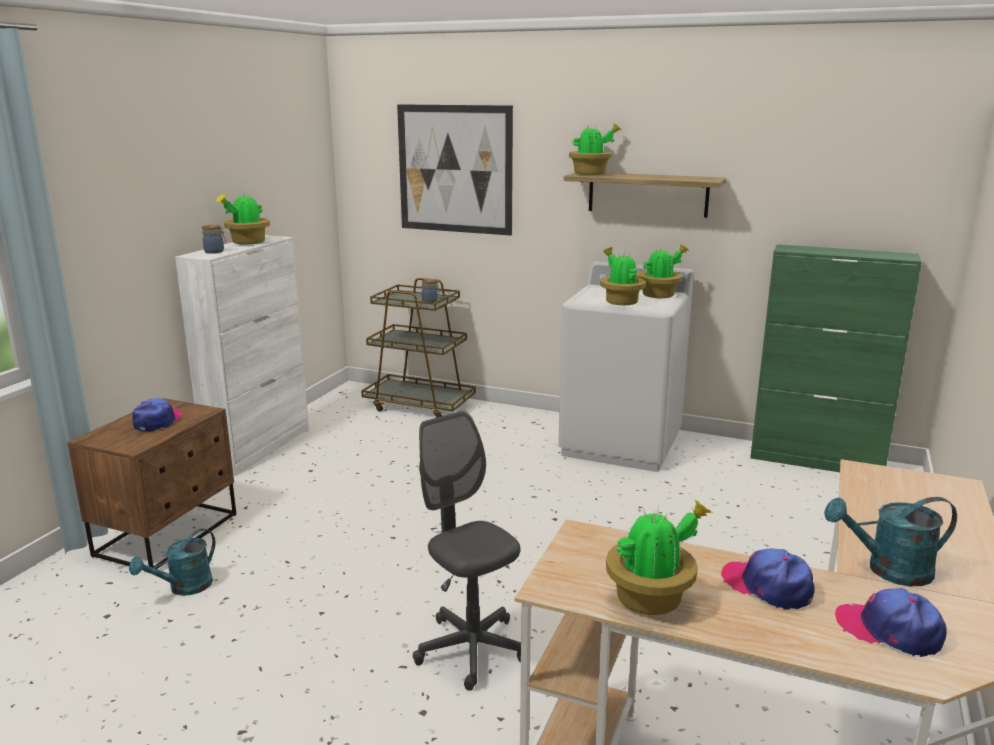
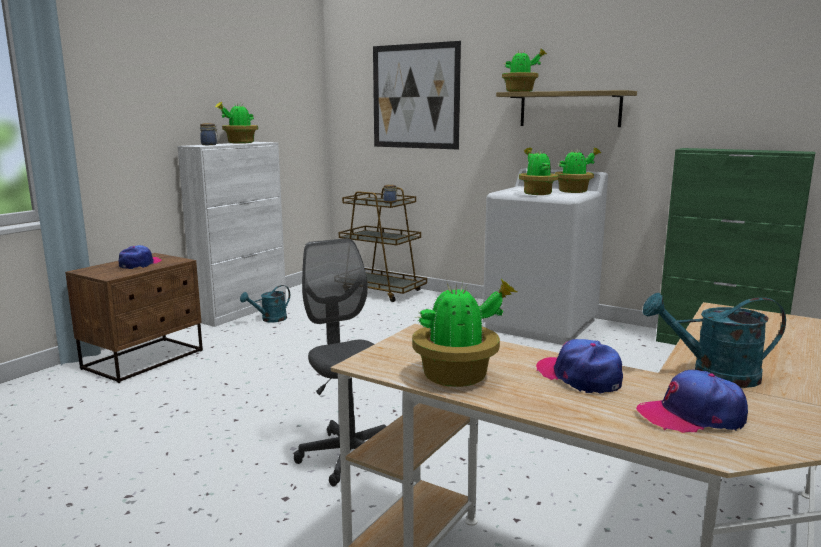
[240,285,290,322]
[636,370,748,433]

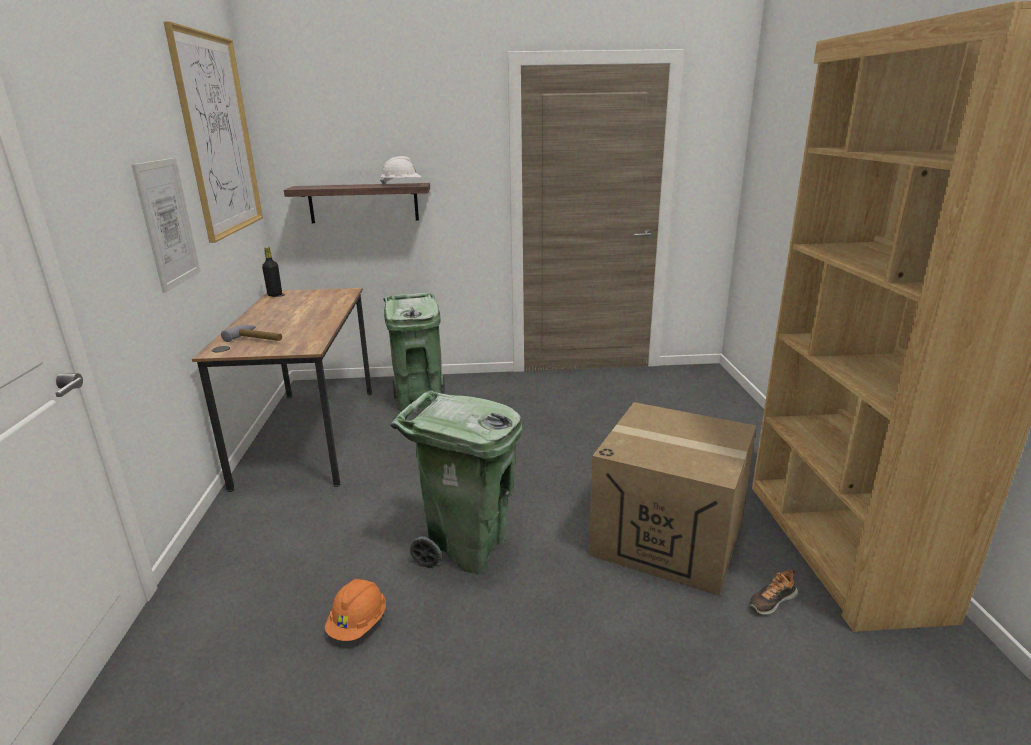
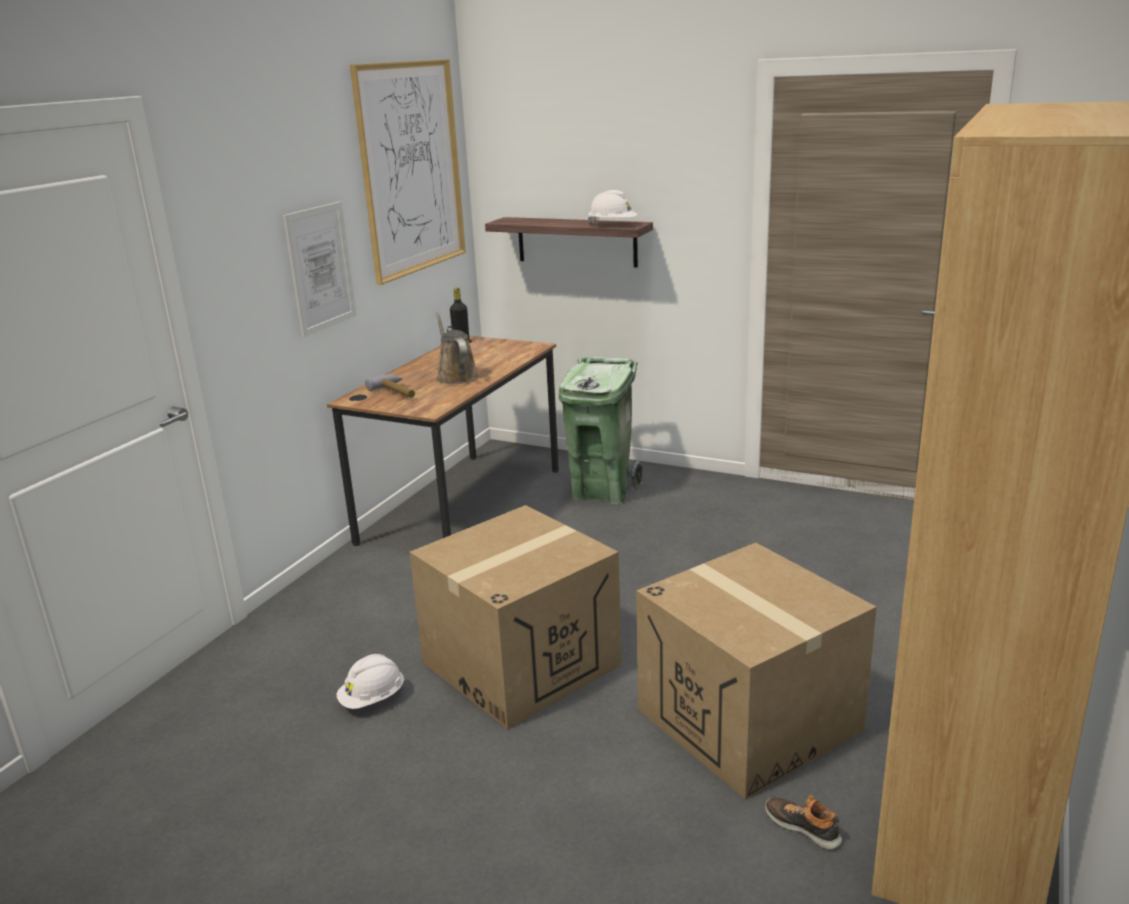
[436,312,478,384]
[409,505,622,729]
[337,654,404,709]
[765,795,842,850]

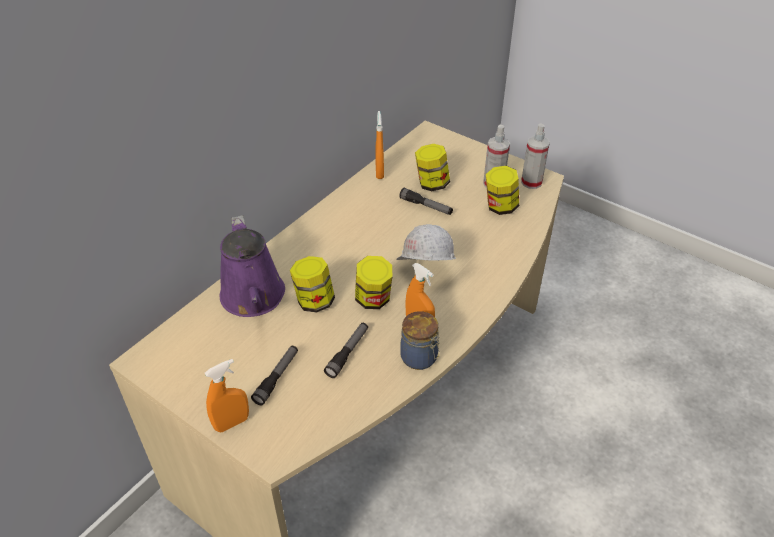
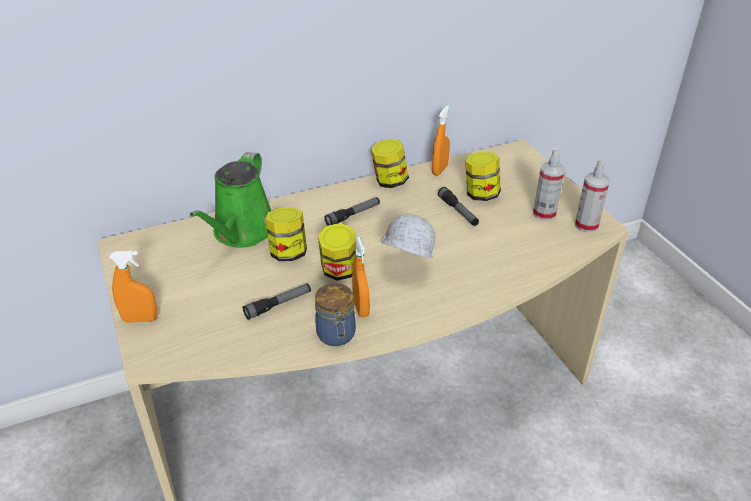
[324,197,380,226]
[371,139,409,188]
[190,152,271,248]

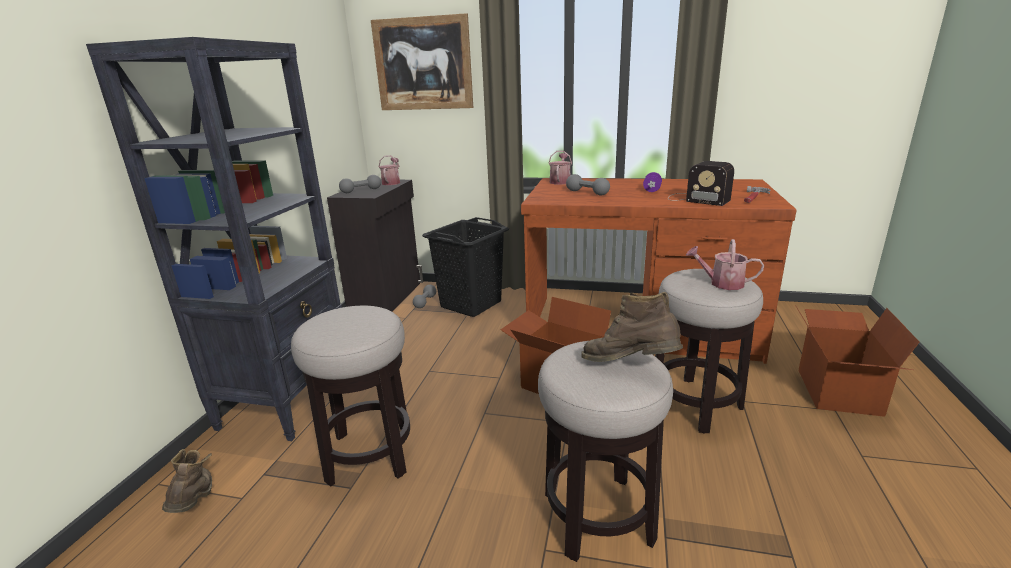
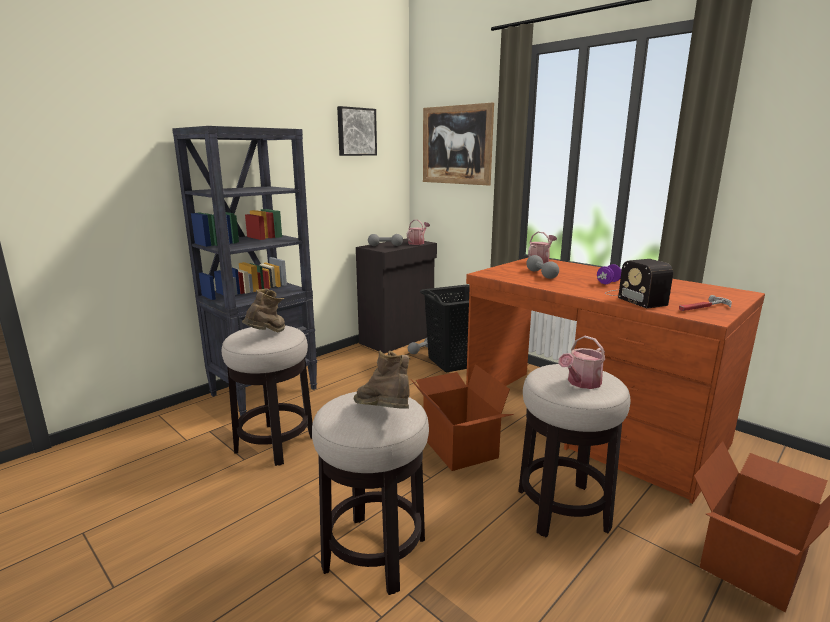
[337,106,377,156]
[242,288,285,332]
[558,336,605,389]

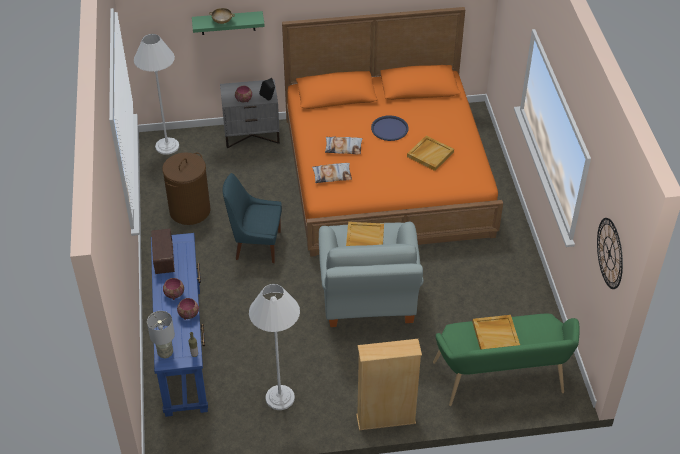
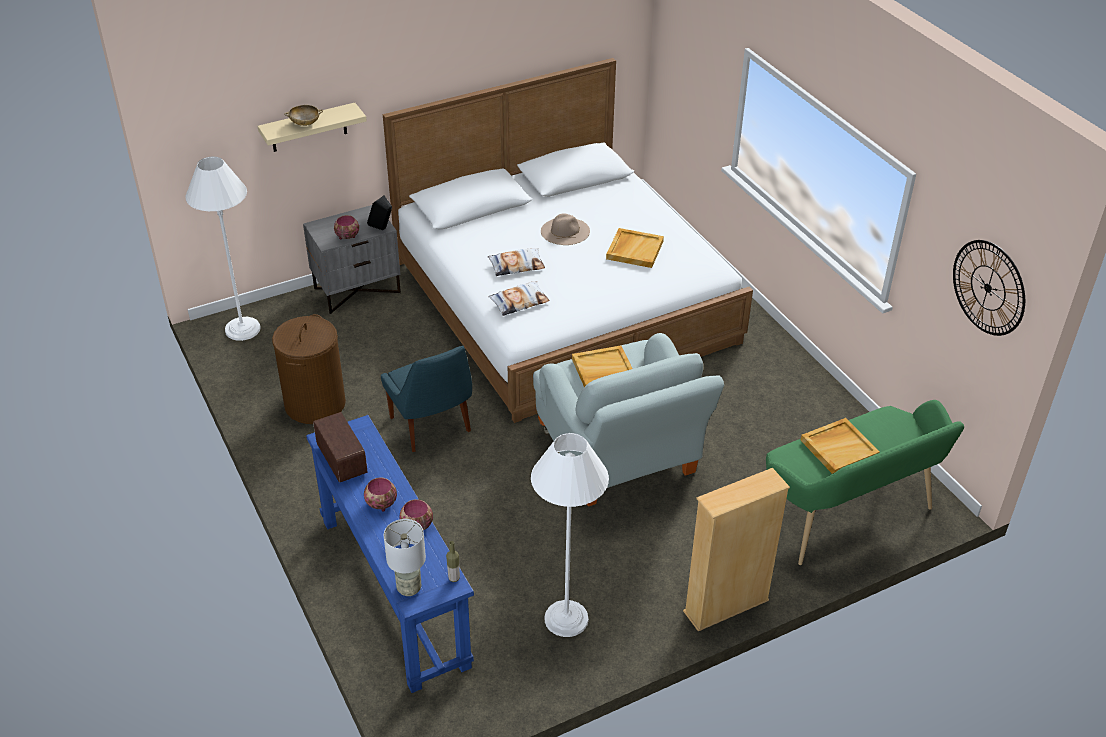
[541,213,590,245]
[258,103,367,152]
[383,58,753,423]
[381,346,472,452]

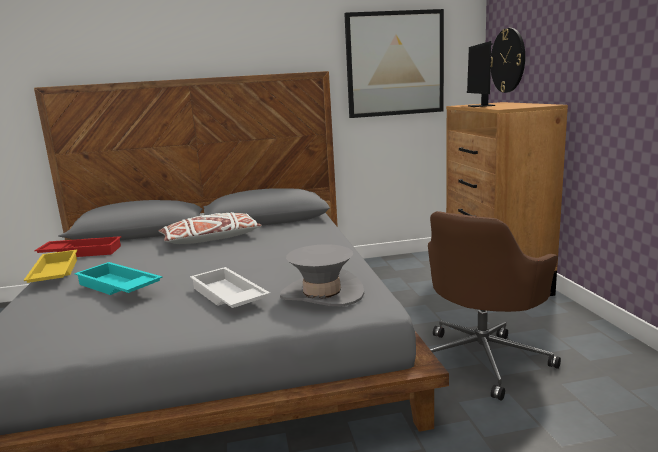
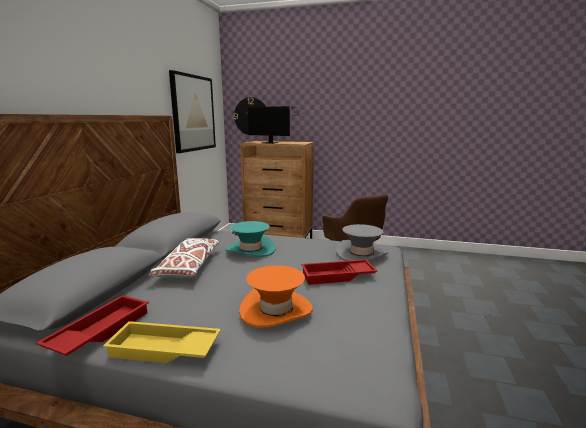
[226,221,275,257]
[239,265,313,328]
[301,259,378,285]

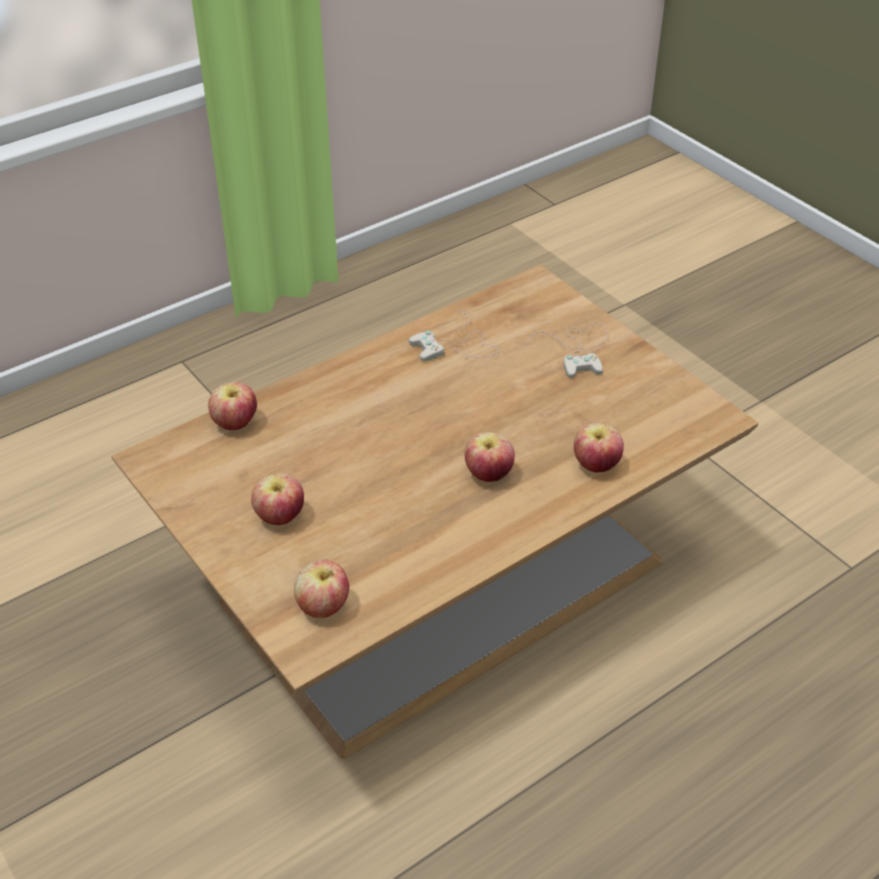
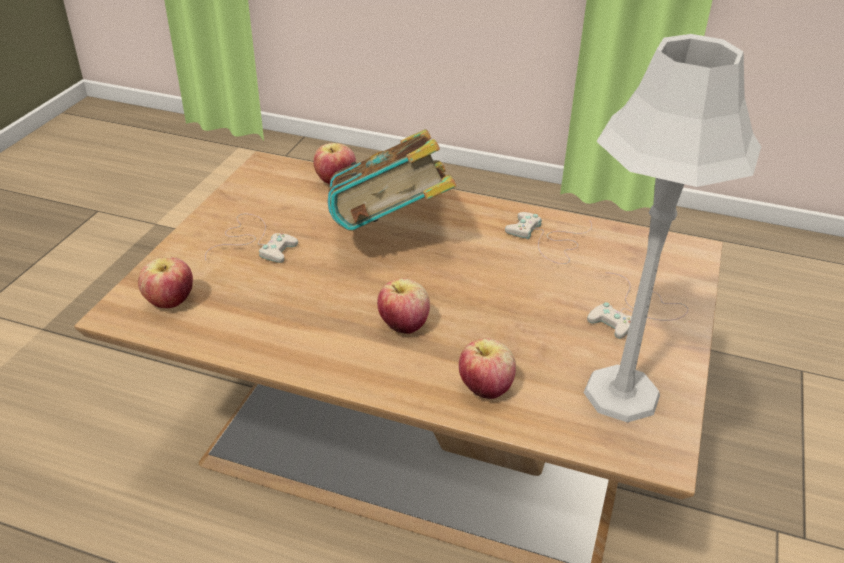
[327,129,456,231]
[583,34,761,423]
[205,214,298,263]

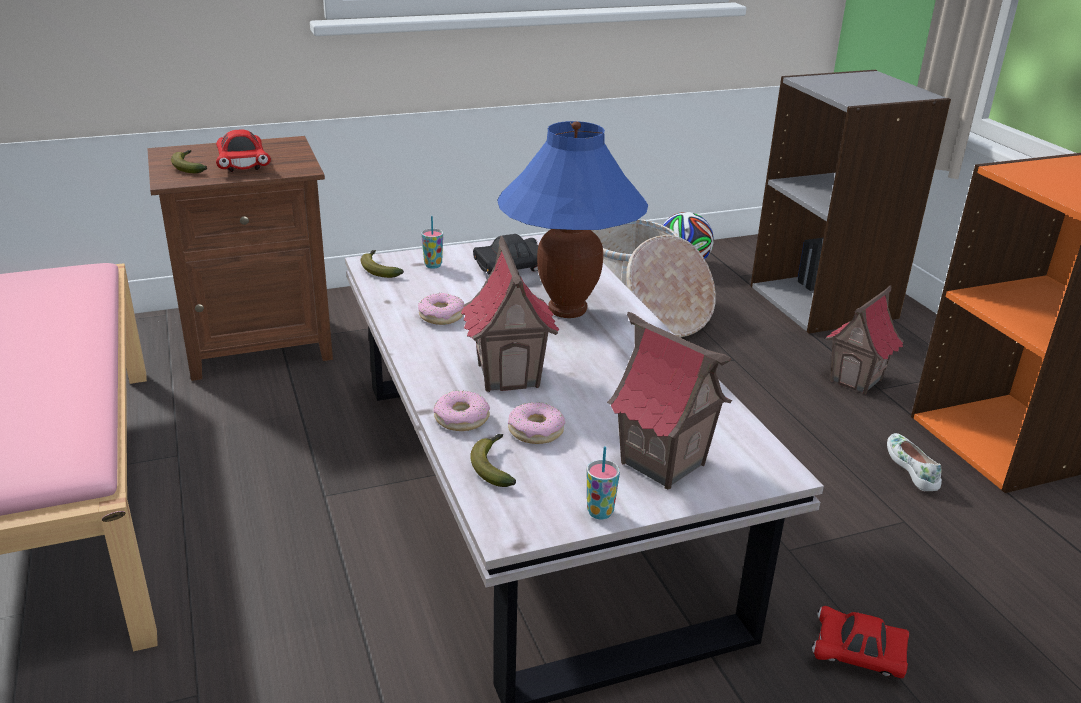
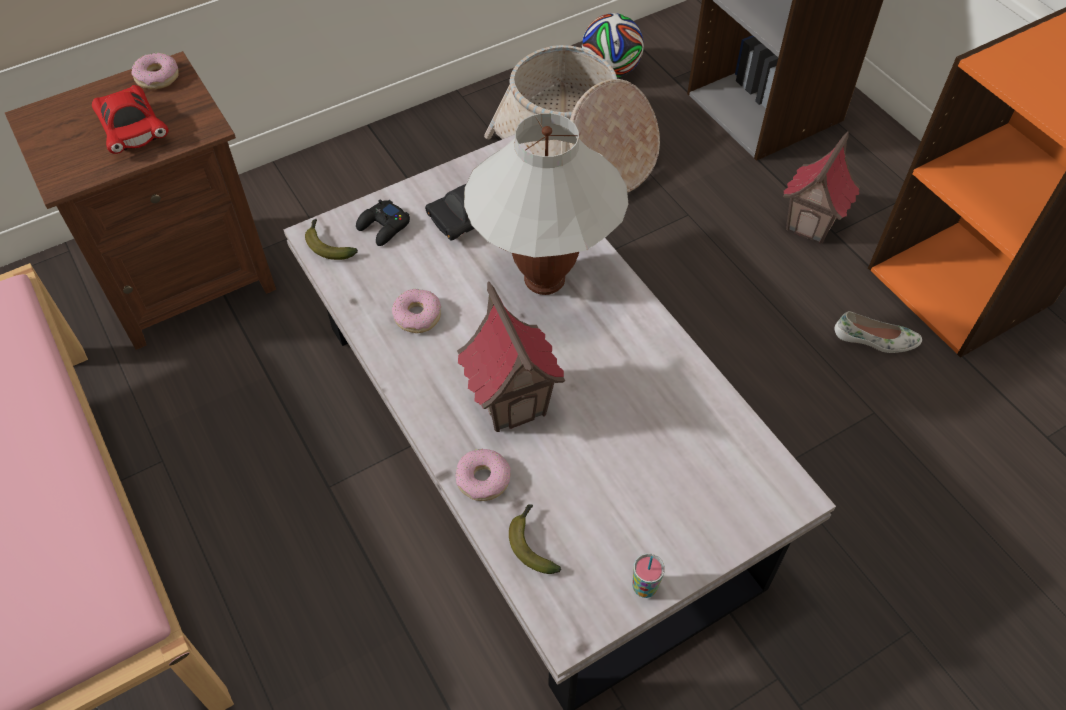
[171,150,207,173] (first image)
[607,312,732,489] (first image)
[812,606,909,678] (first image)
[132,53,179,89]
[356,200,410,246]
[464,113,629,295]
[834,311,922,353]

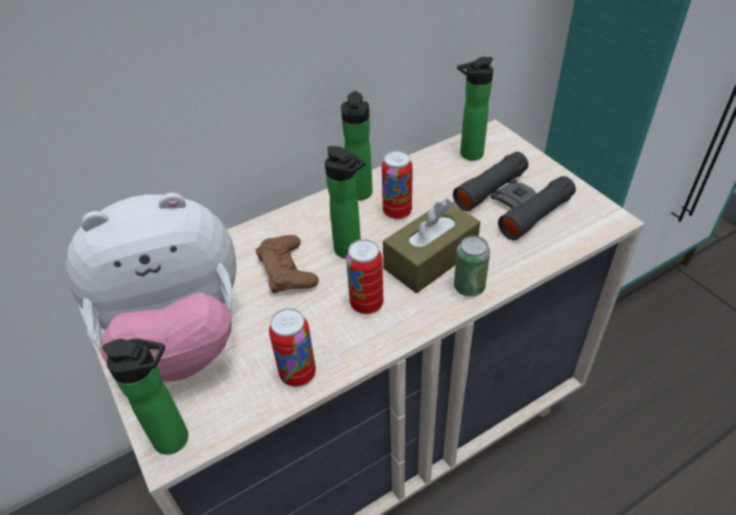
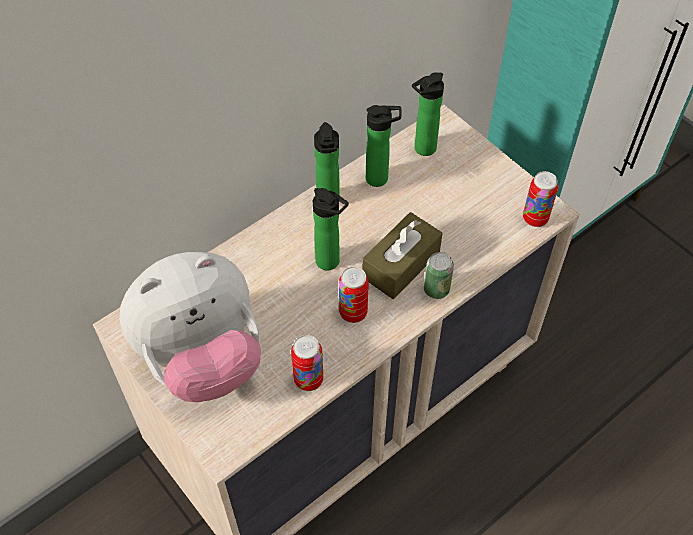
[255,235,319,294] (first image)
[453,152,576,240] (first image)
[366,105,401,187]
[523,171,558,227]

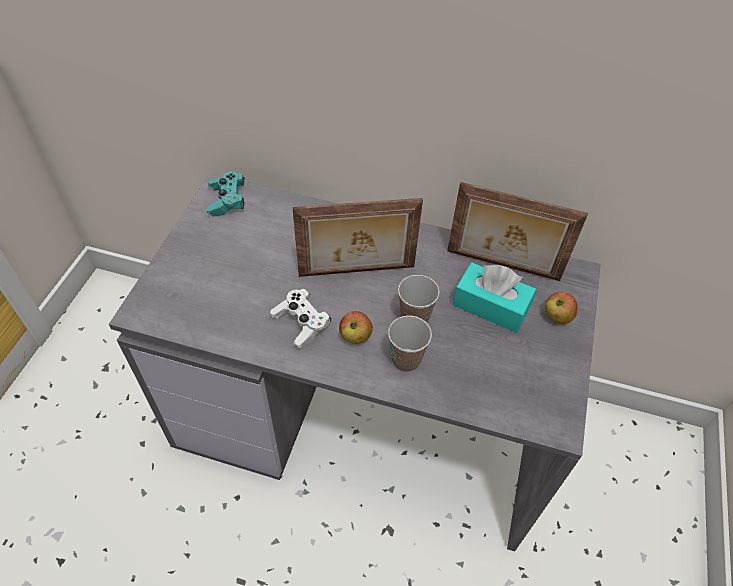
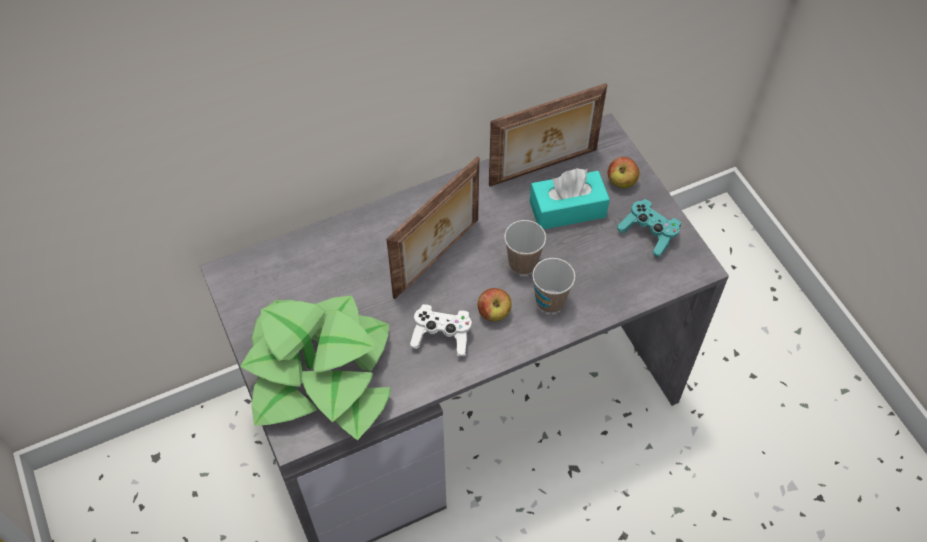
[240,296,391,440]
[617,199,681,257]

